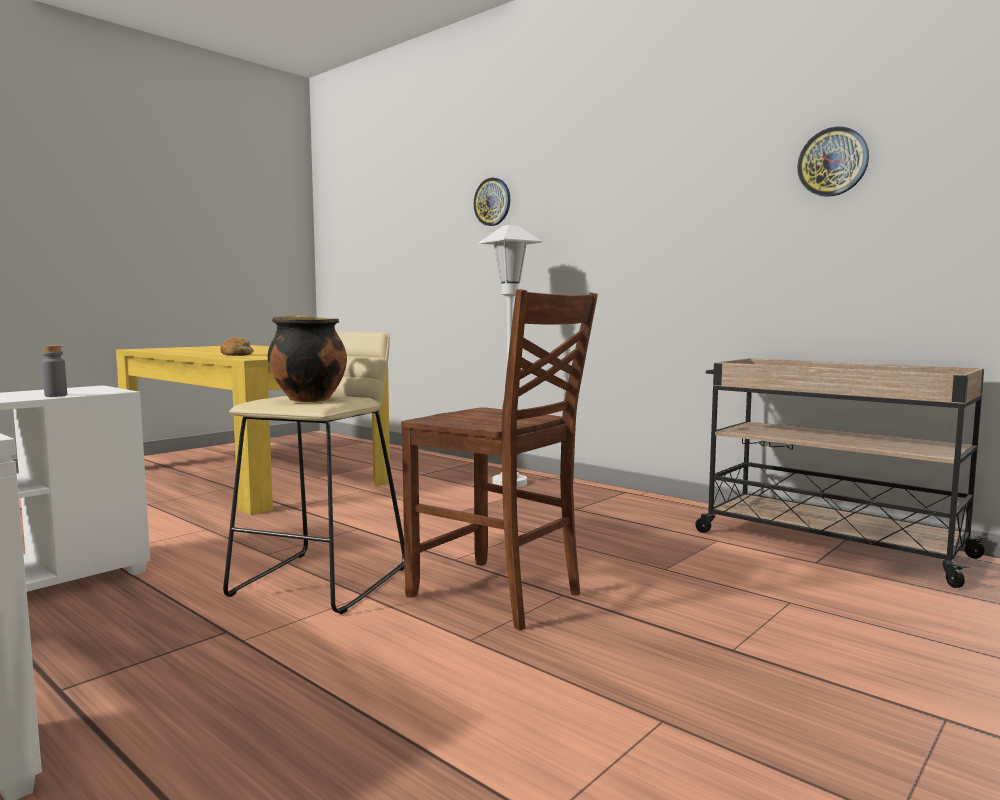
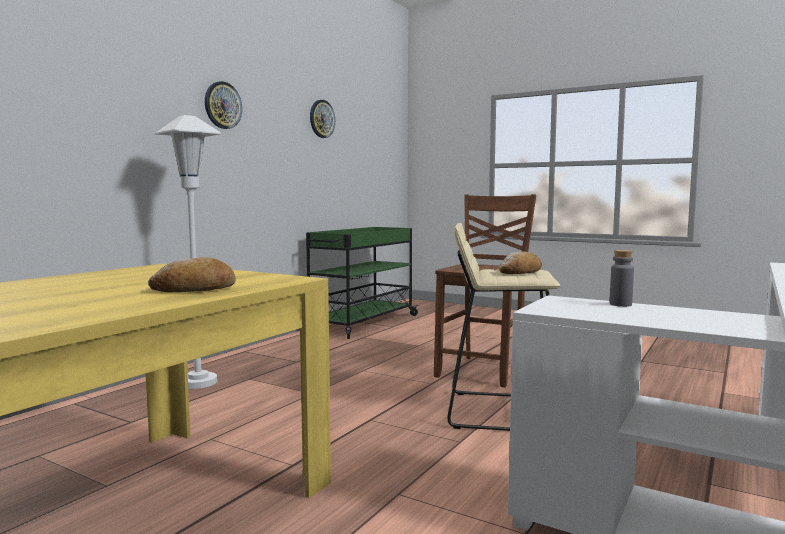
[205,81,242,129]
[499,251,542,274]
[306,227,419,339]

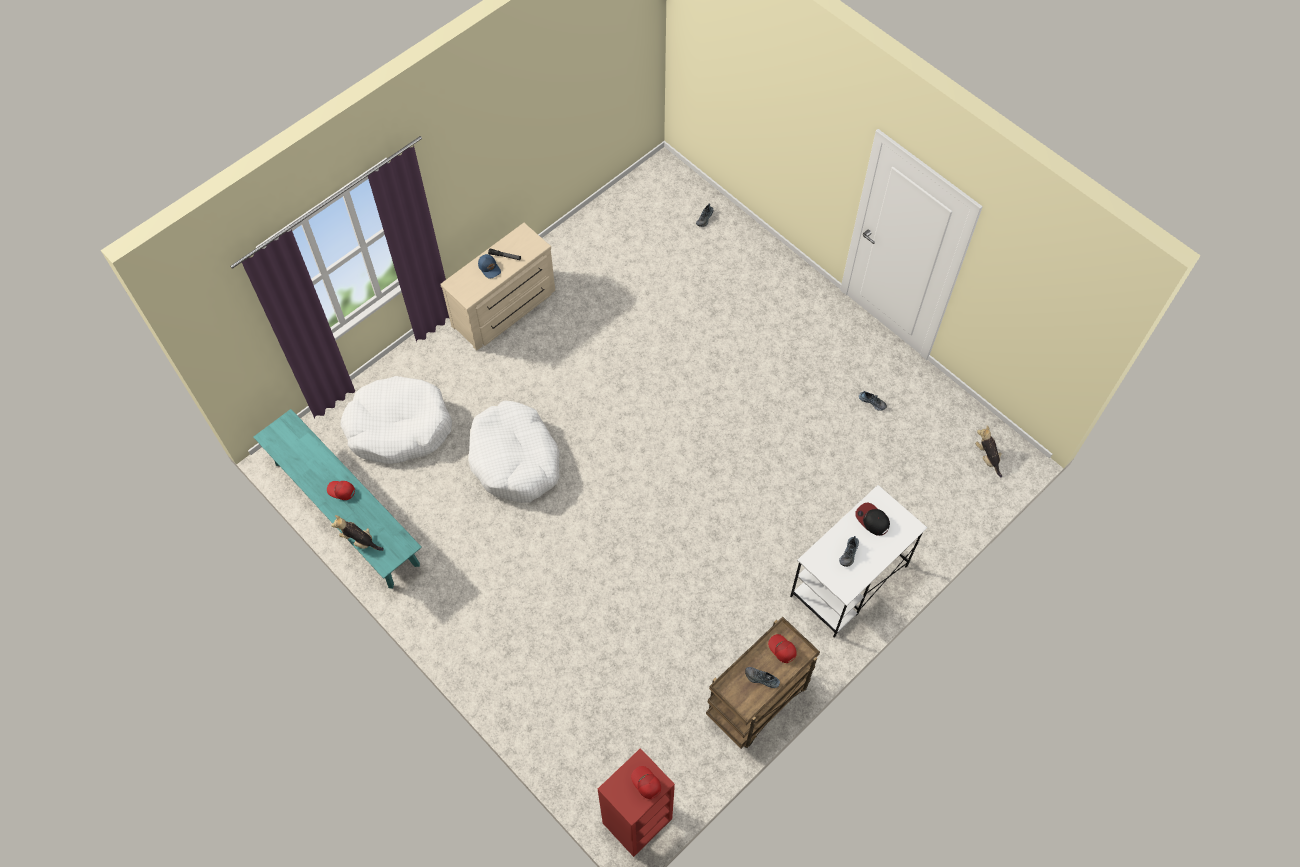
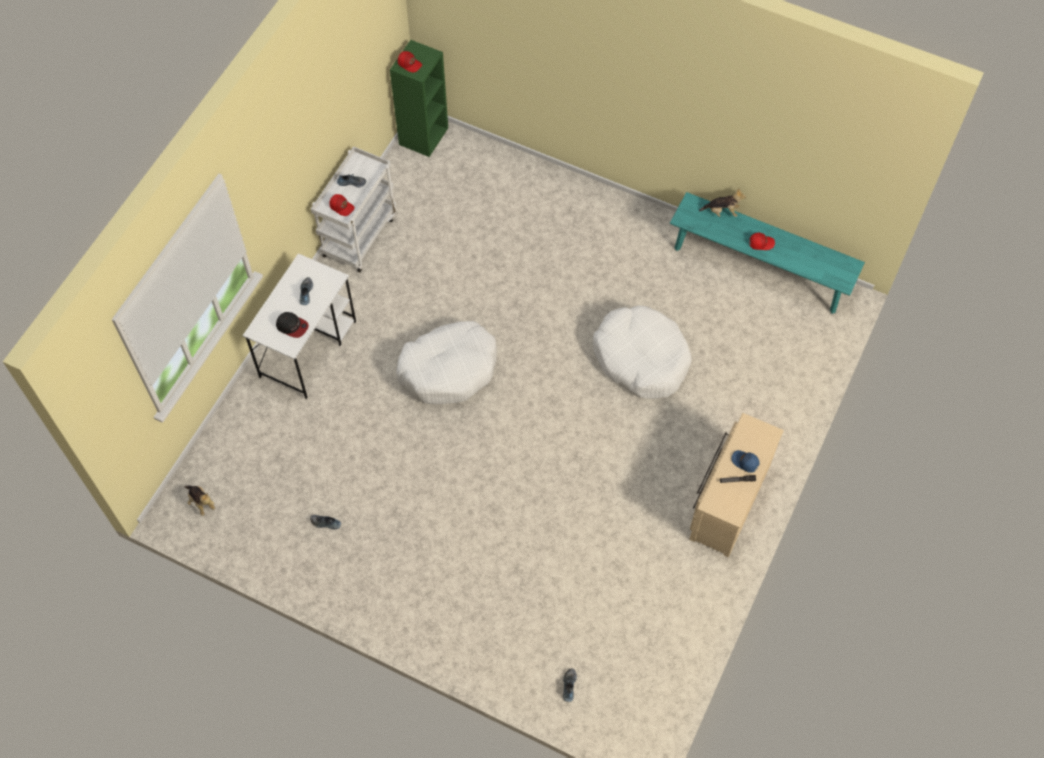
[396,321,497,405]
[390,40,448,157]
[311,146,396,272]

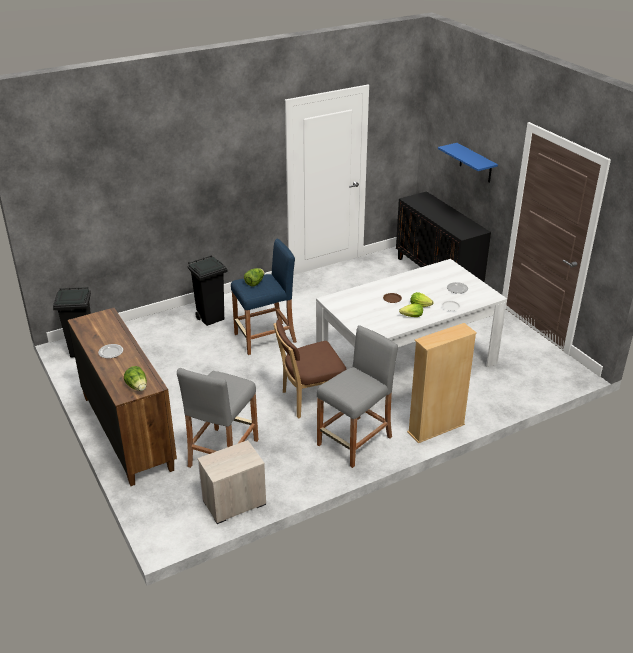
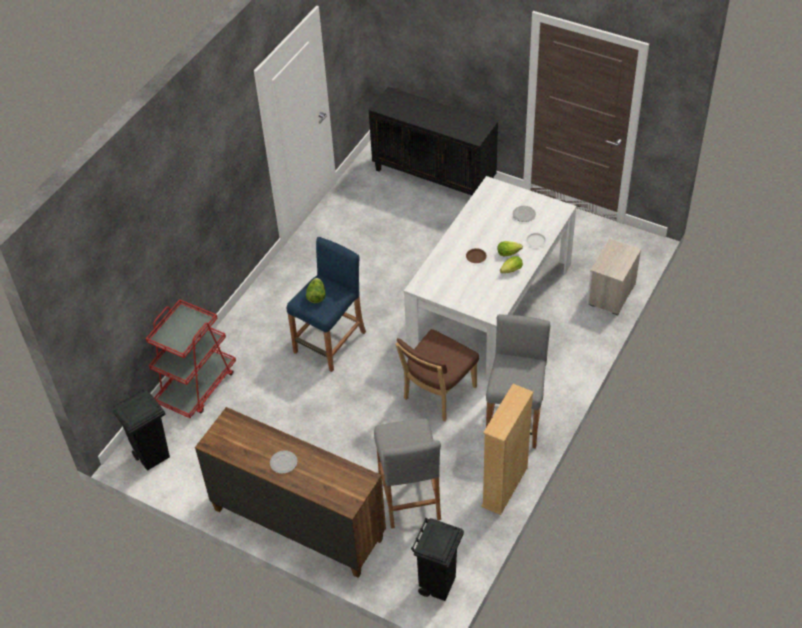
[124,366,147,391] (first image)
[438,143,498,183] (first image)
[146,299,236,418]
[411,518,464,601]
[587,238,641,315]
[481,384,533,515]

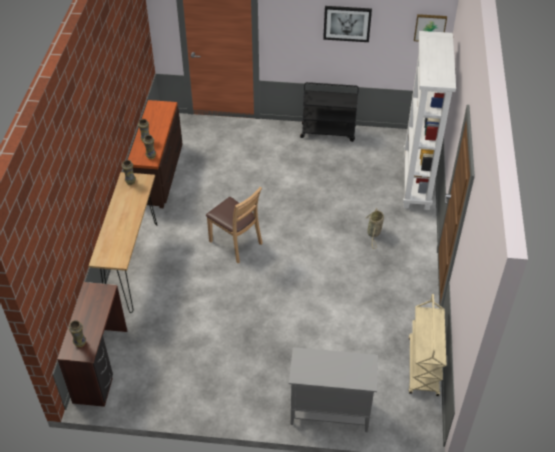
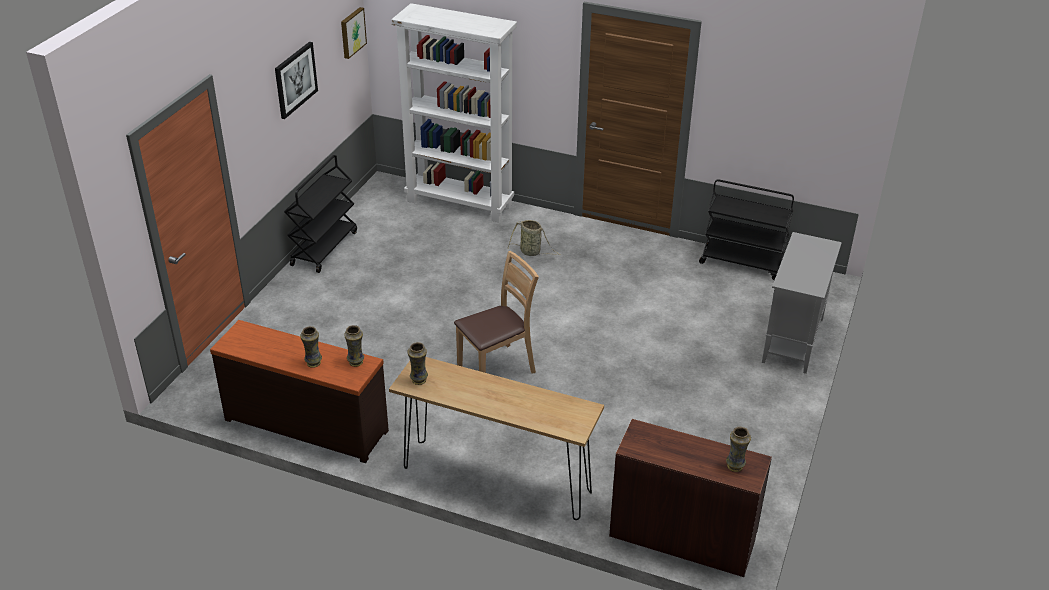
[699,179,794,280]

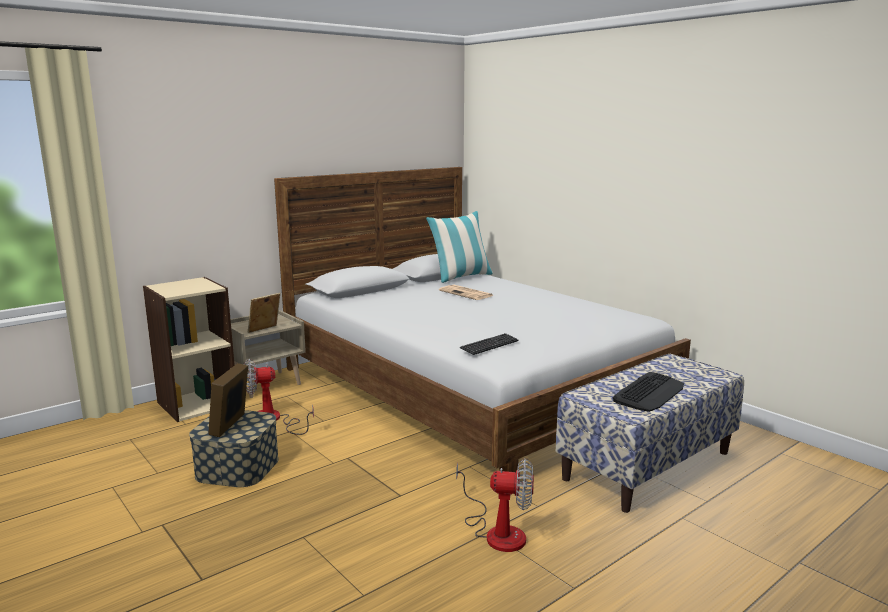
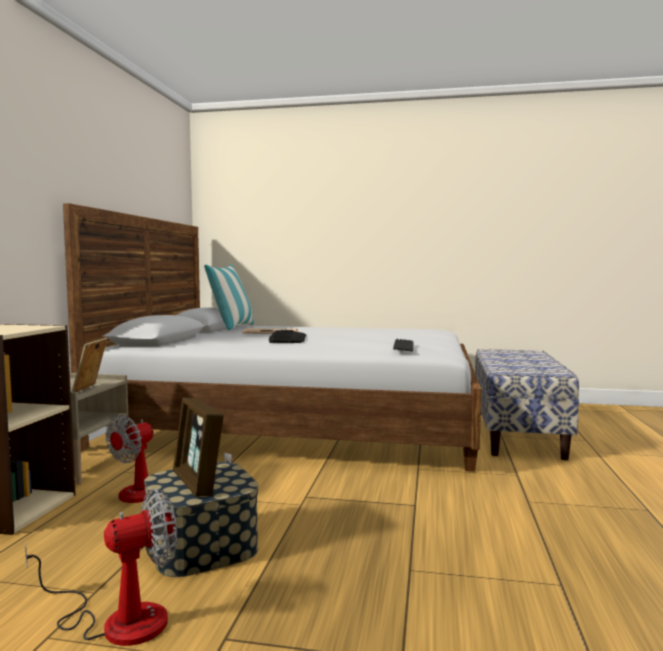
[25,489,177,646]
[269,330,306,343]

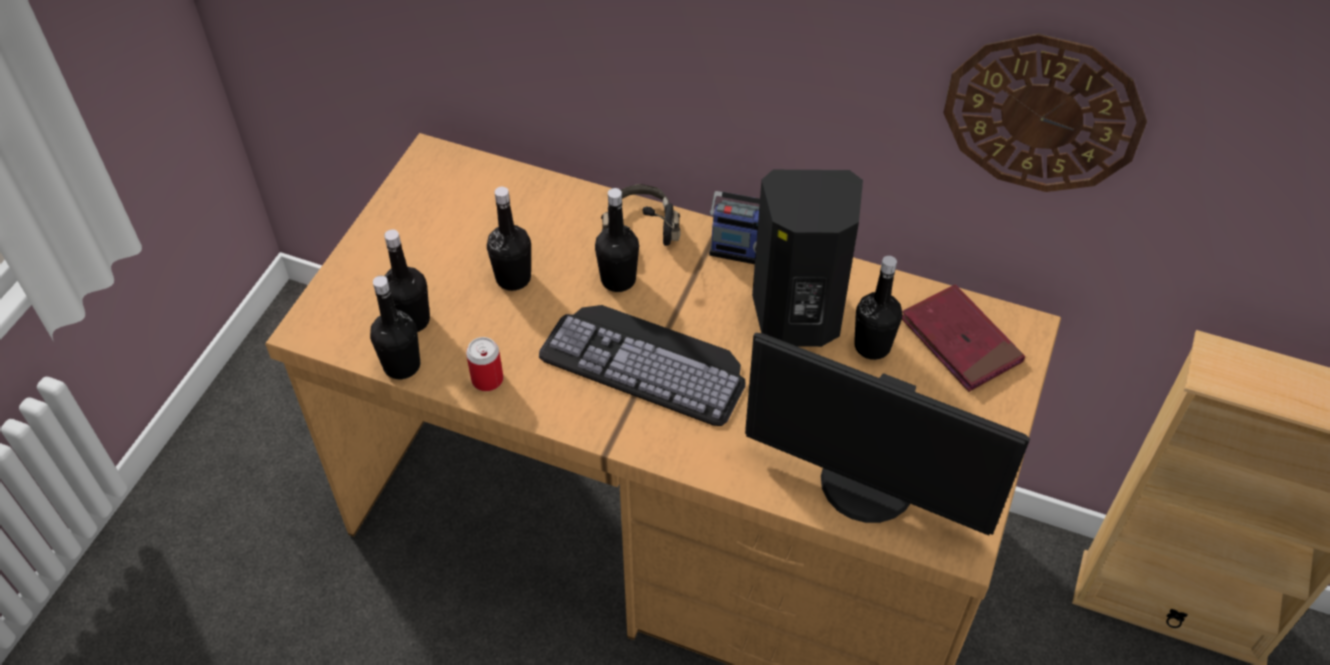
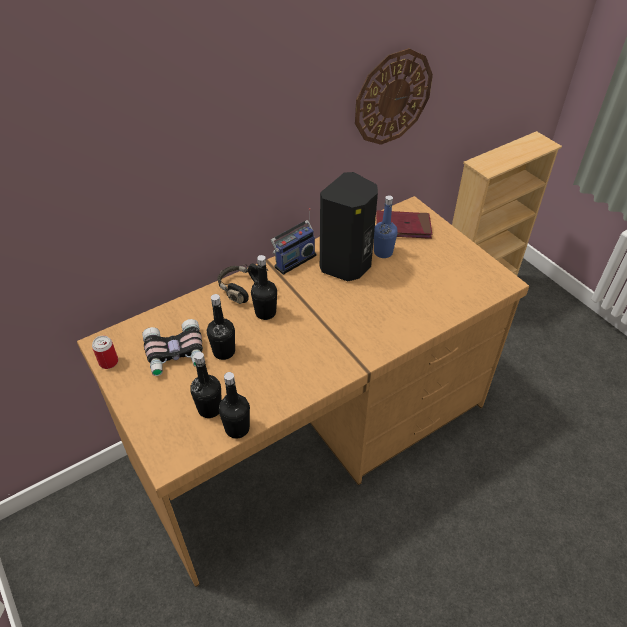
[539,305,745,426] (first image)
[745,333,1030,536] (first image)
[142,319,203,376]
[92,336,118,369]
[374,196,398,258]

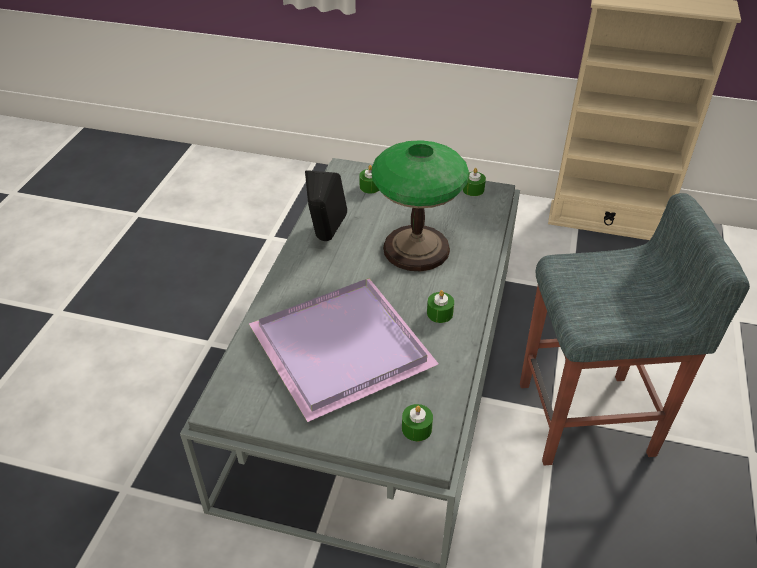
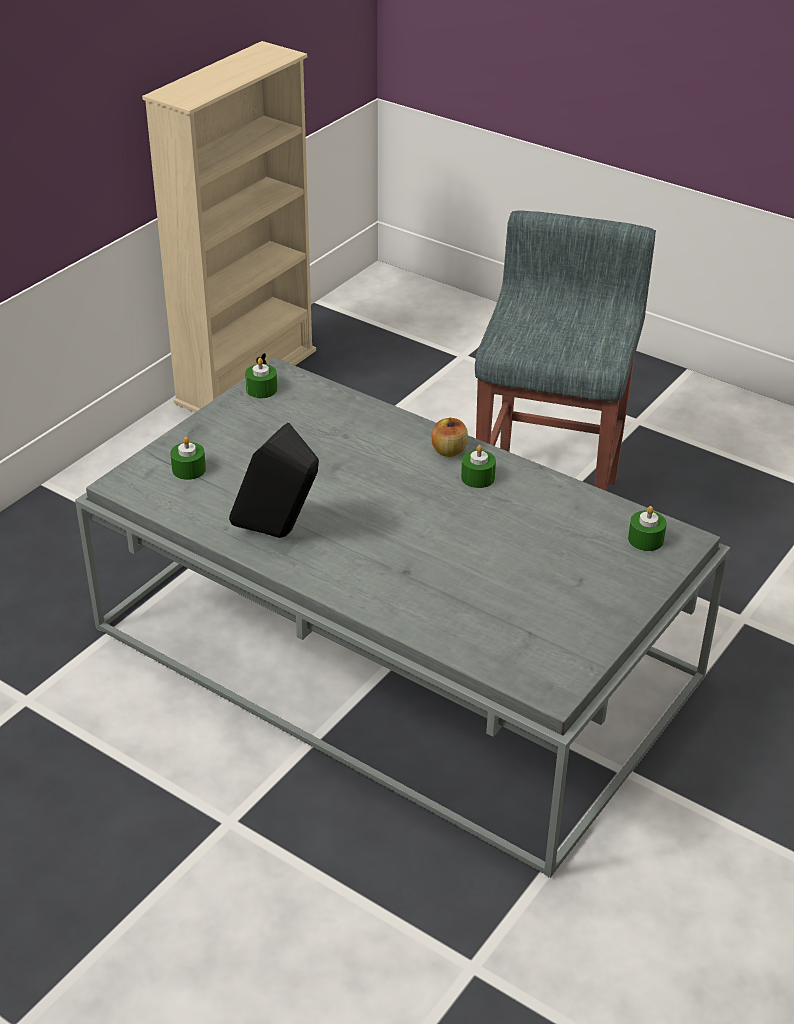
[249,278,438,422] (first image)
[371,140,469,271] (first image)
[432,418,468,457]

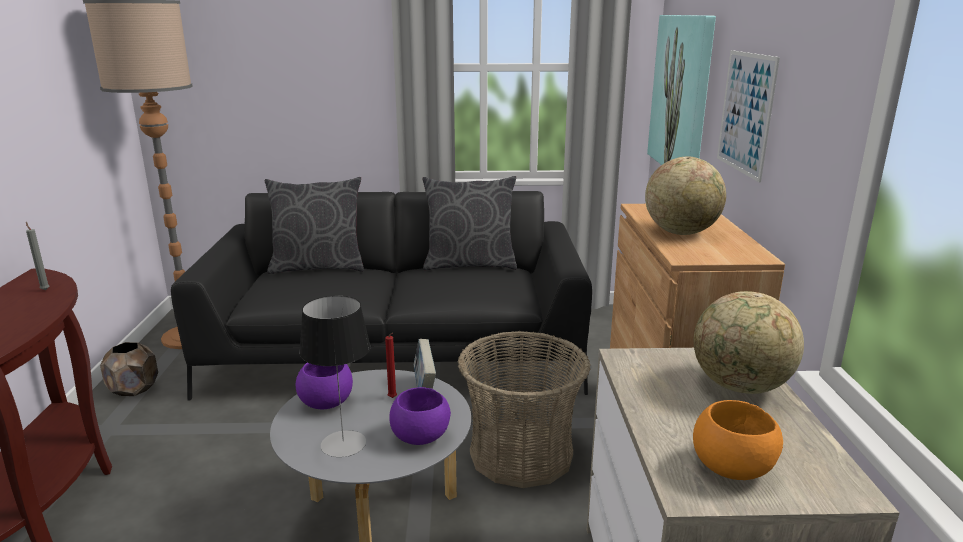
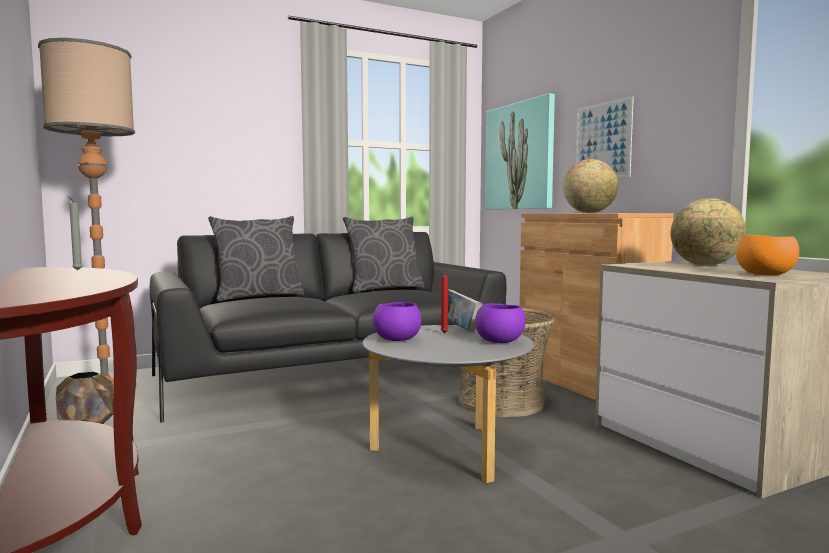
[299,296,371,457] (first image)

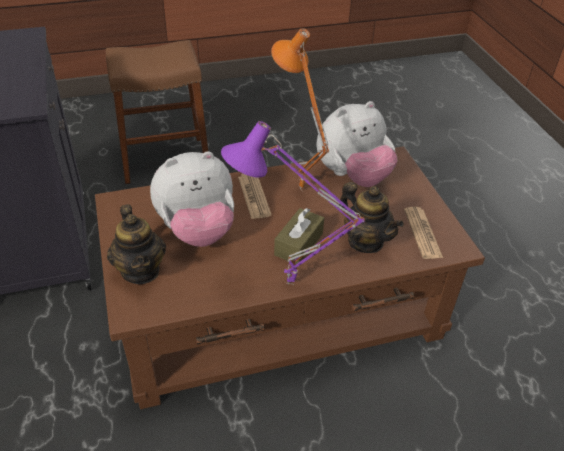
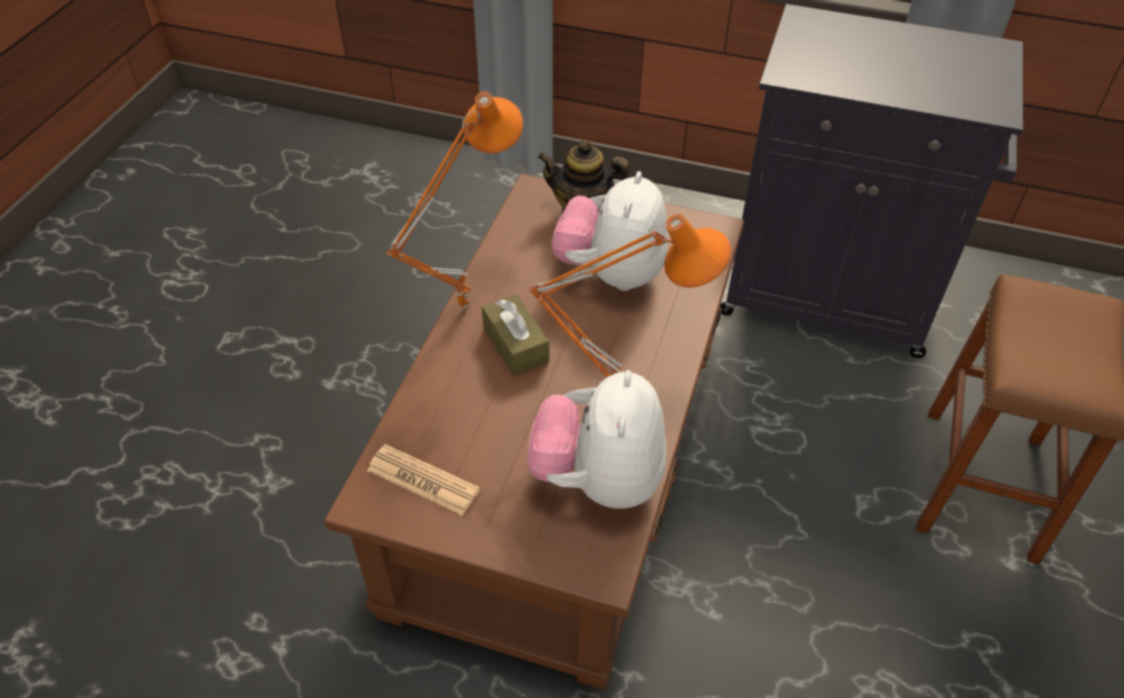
[238,174,272,219] (first image)
[339,182,404,253] (first image)
[386,92,523,311]

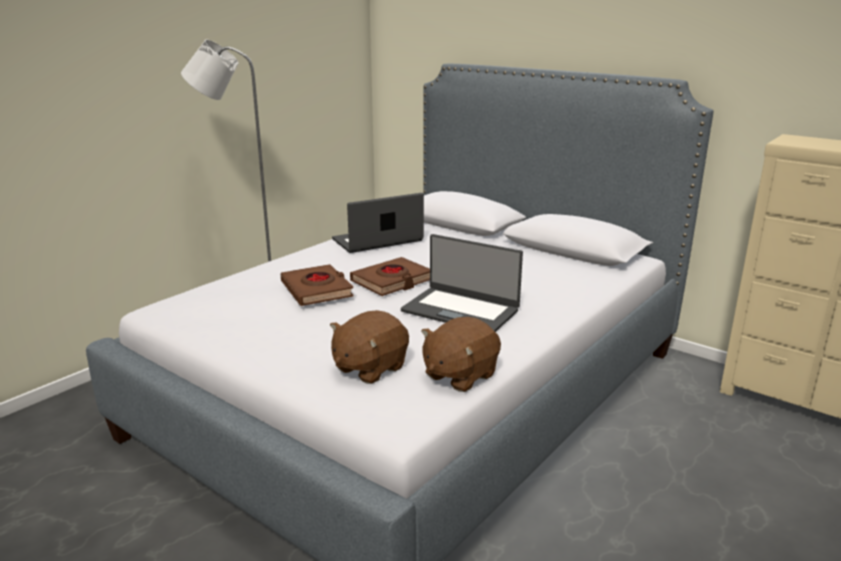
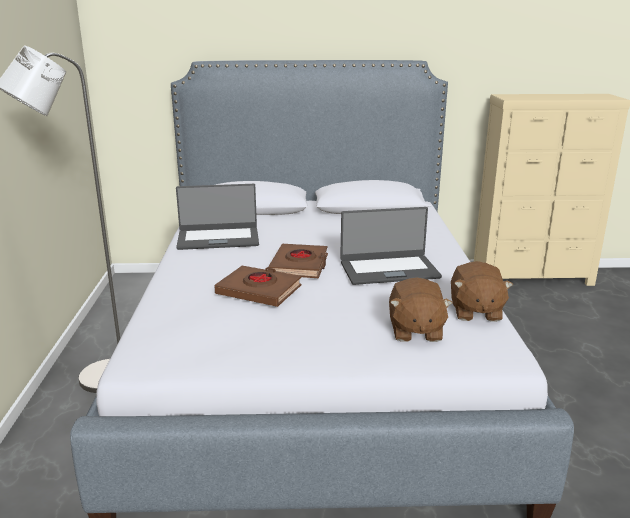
[176,184,259,250]

